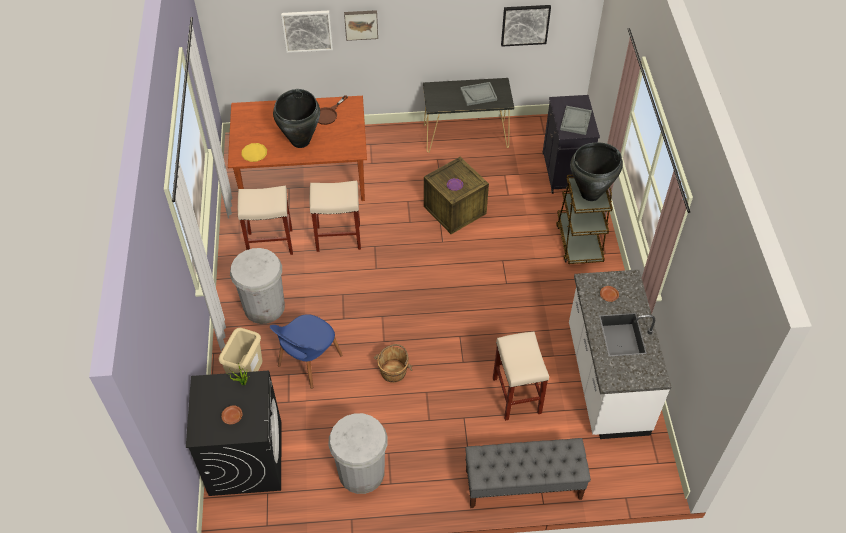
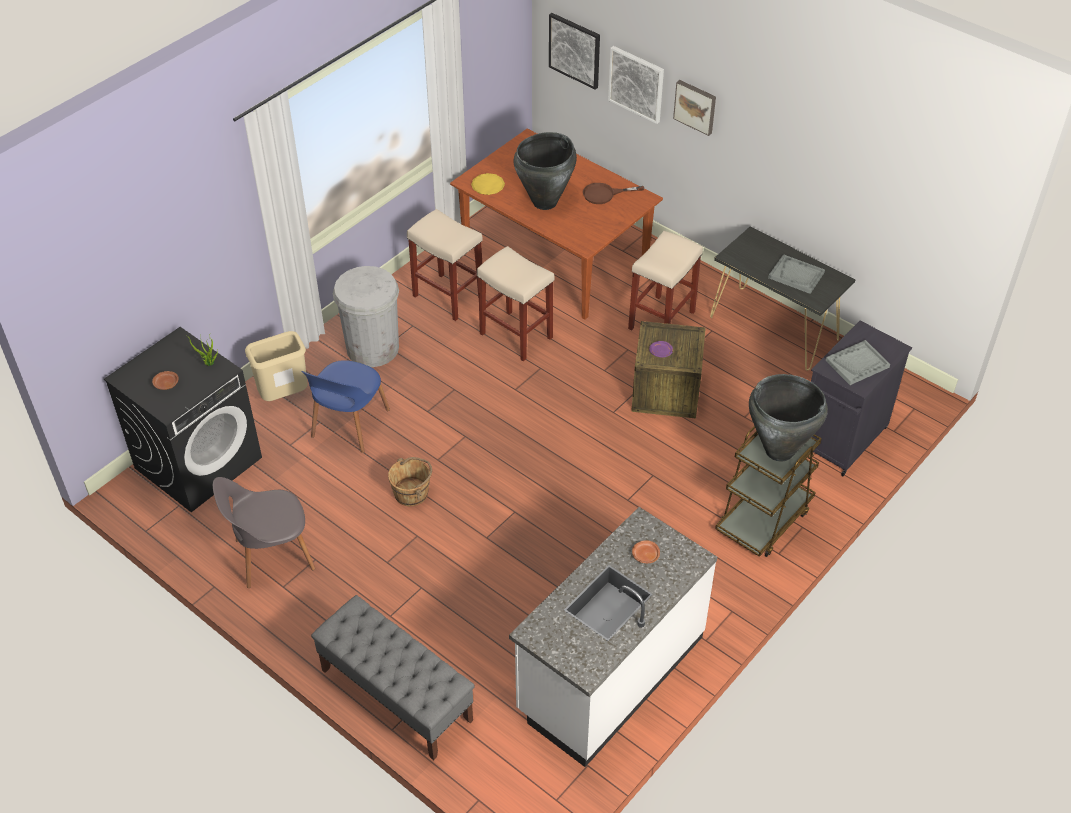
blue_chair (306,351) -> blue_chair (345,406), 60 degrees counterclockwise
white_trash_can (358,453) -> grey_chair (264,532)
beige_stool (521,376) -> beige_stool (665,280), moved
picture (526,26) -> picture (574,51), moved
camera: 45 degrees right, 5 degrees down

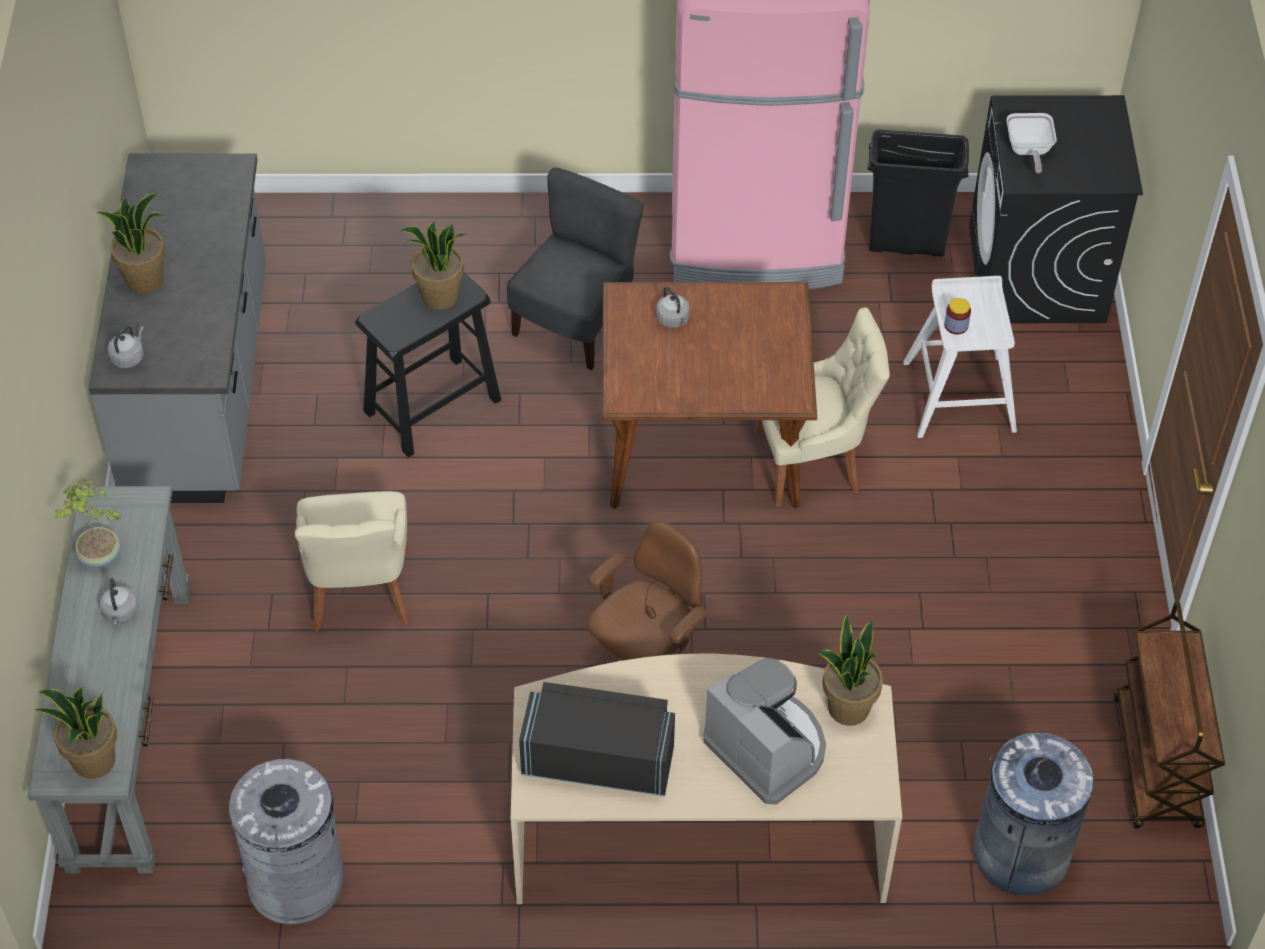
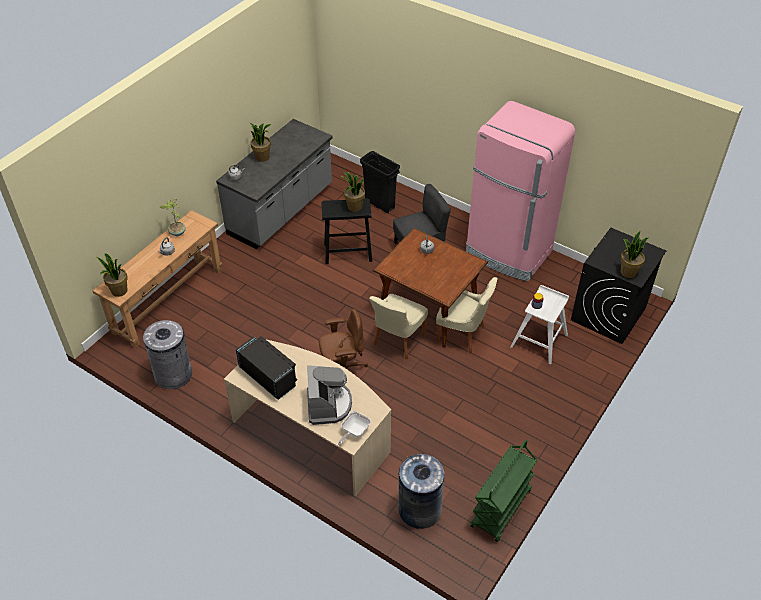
grey_console_table (109,680) -> brown_console_table (157,279)
beige_chair (352,561) -> beige_chair (398,326), moved
potted_plant (850,670) -> potted_plant (634,254), moved
black_trash_can (918,193) -> black_trash_can (380,182), moved
frying_pan (1032,143) -> frying_pan (354,428), moved
brown_cart (1169,715) -> green_cart (503,491)
camera: 35 degrees right, 5 degrees down

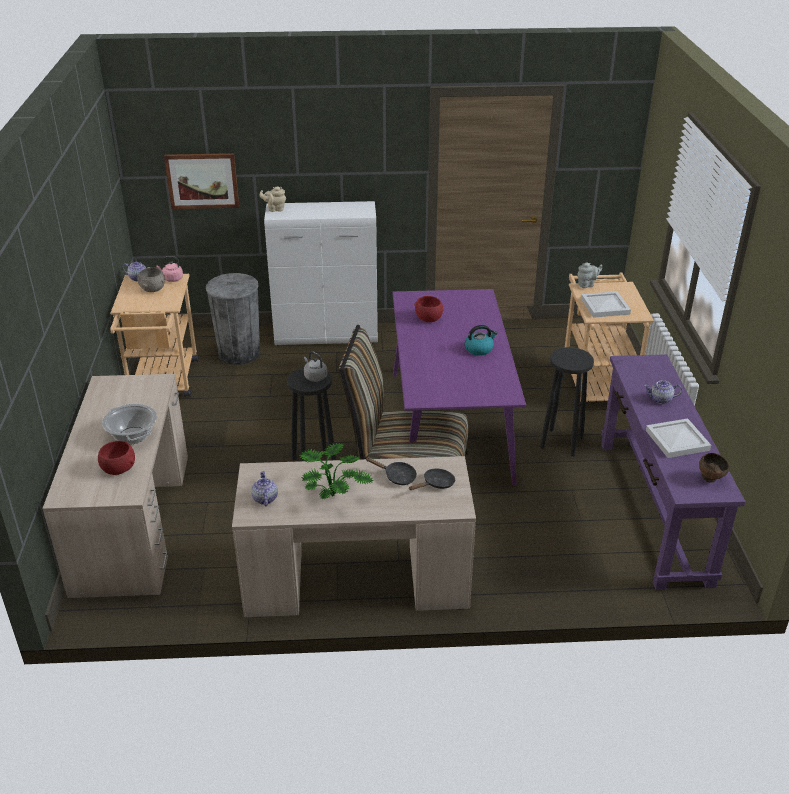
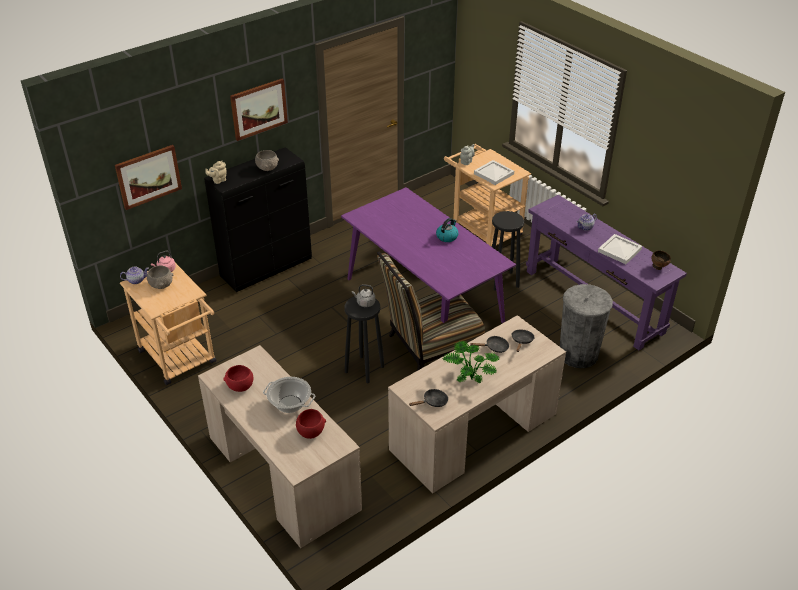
grey_trash_can (233,319) -> grey_trash_can (586,326), moved
teapot (264,488) -> black_frying_pan (428,398)
white_cabinet (321,273) -> black_cabinet (258,219)
red_bowl (428,309) -> red_bowl (238,378), moved
none -> picture (259,110)
none -> grey_bowl (267,160)
camera: 35 degrees left, 5 degrees up

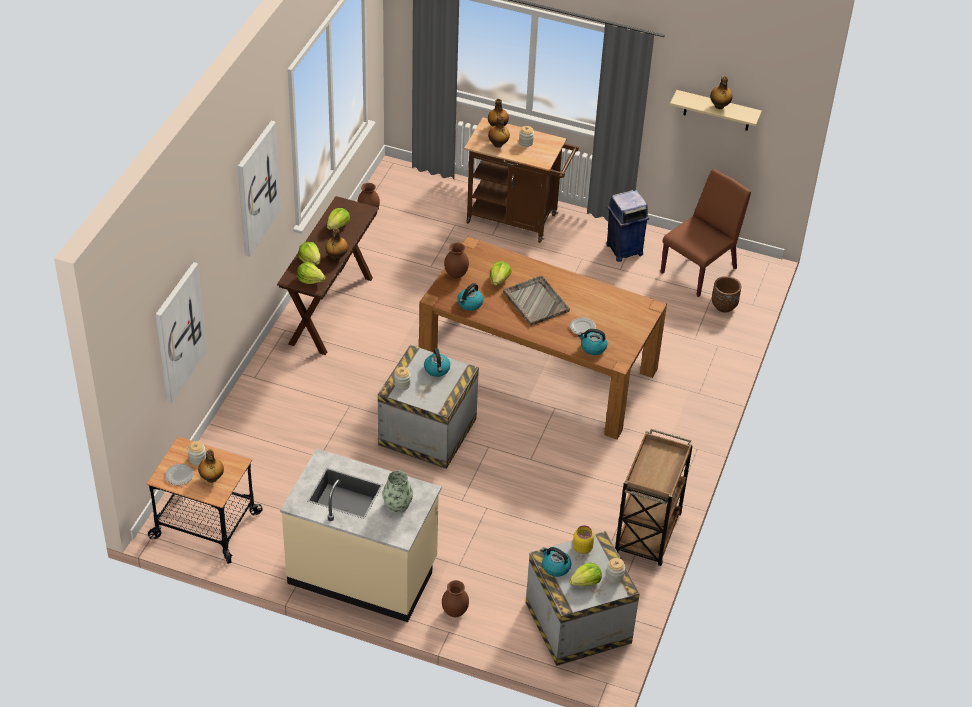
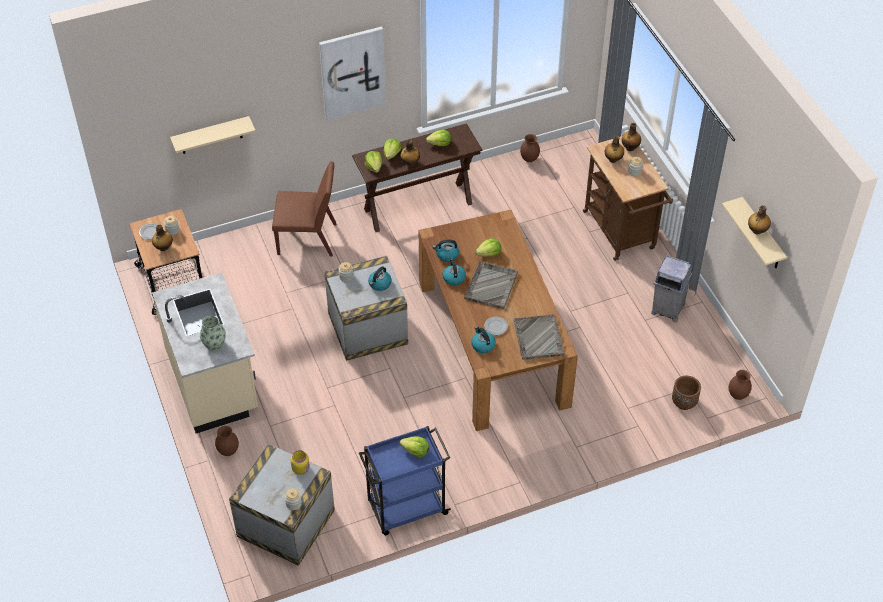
picture (181,332) -> beige_shelf (213,135)
brown_vase (456,260) -> brown_vase (740,385), moved
kettle (556,562) -> kettle (454,271), moved
lettuce (585,574) -> lettuce (414,447), moved
blue_trash_can (627,226) -> grey_trash_can (671,289)
brown_cart (654,497) -> blue_cart (405,480)
brown_chair (706,233) -> brown_chair (304,209), moved
none -> grey_tray (539,337)
camera: 50 degrees right, 5 degrees up

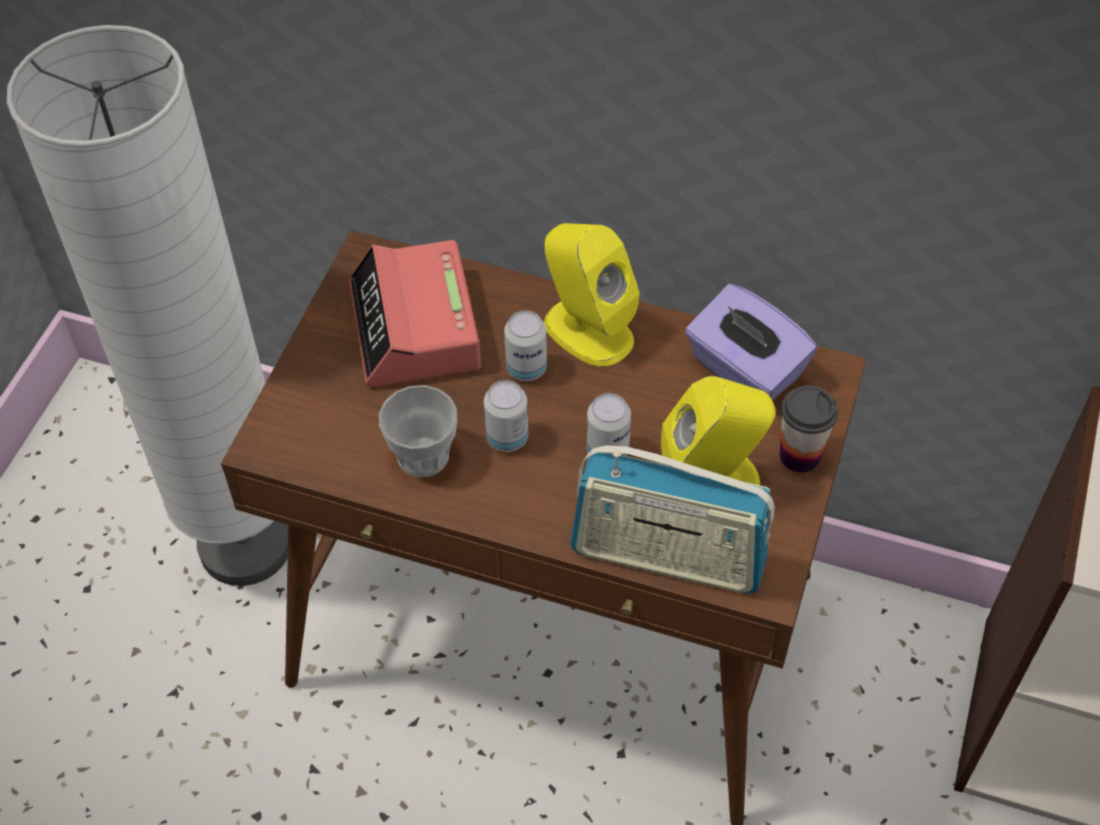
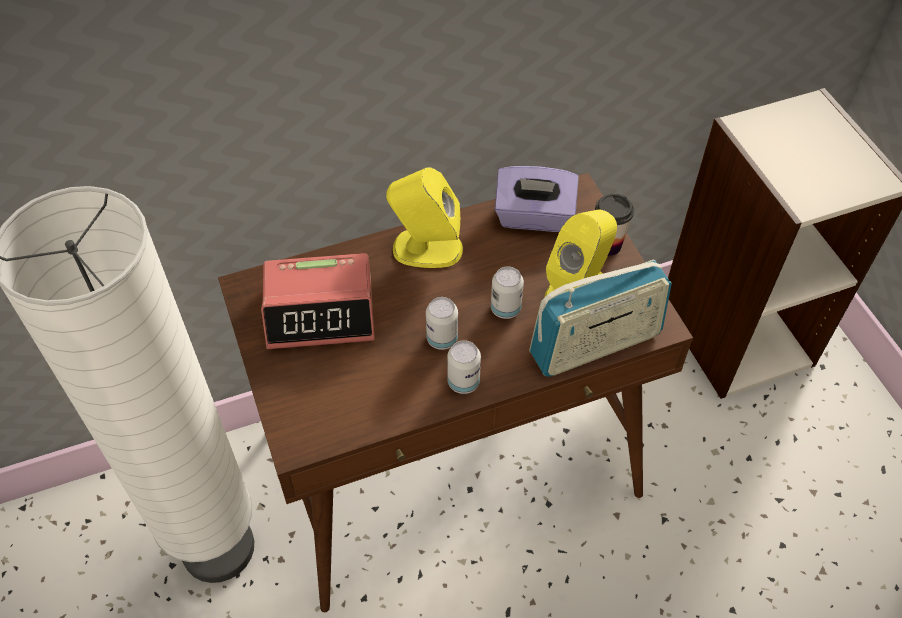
alarm_clock (415,313) -> alarm_clock (318,301), 45 degrees counterclockwise
cup (418,431) -> none
can (525,346) -> can (464,367), moved
camera: 40 degrees left, 0 degrees up

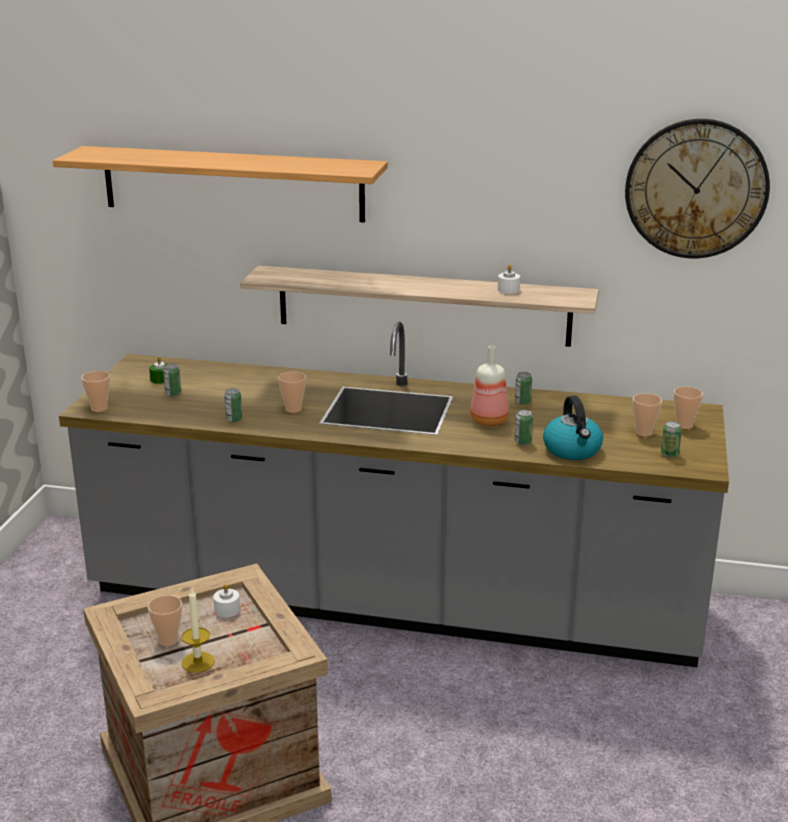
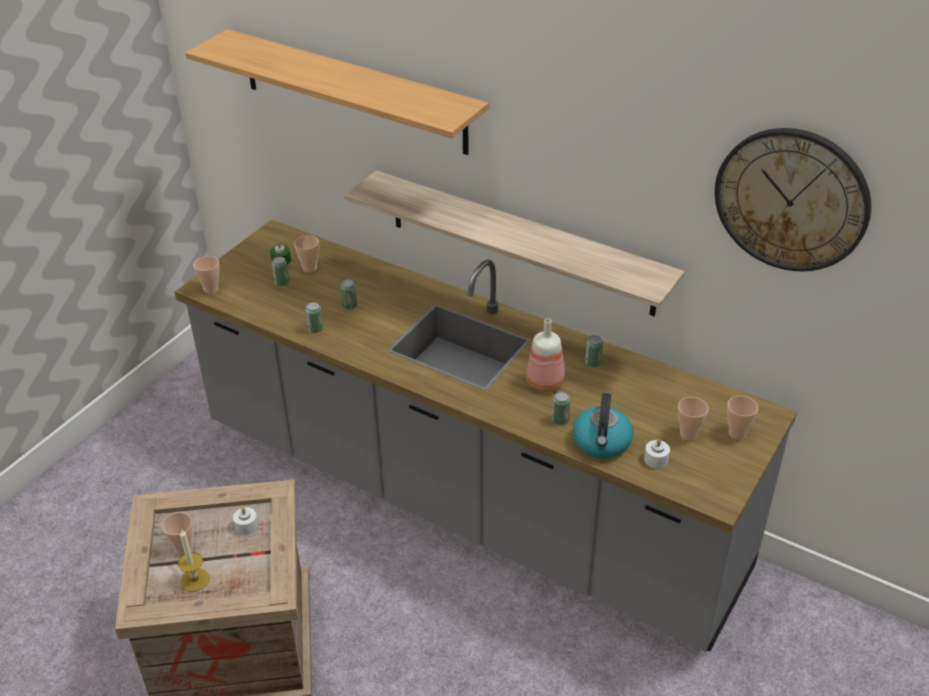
cup (292,392) -> cup (306,254), moved
white_candle (509,279) -> white_candle (657,454), moved
can (671,439) -> can (348,294), moved
camera: 20 degrees right, 15 degrees up

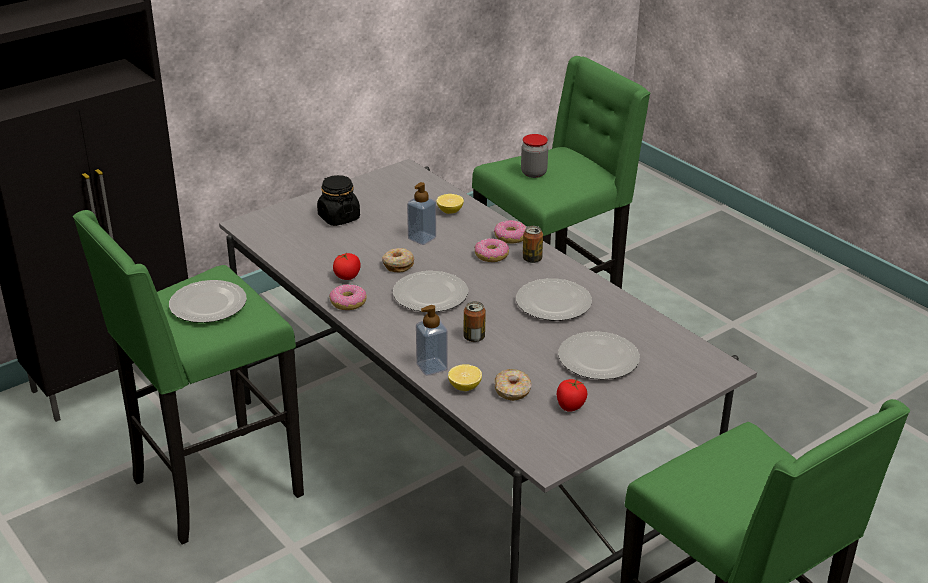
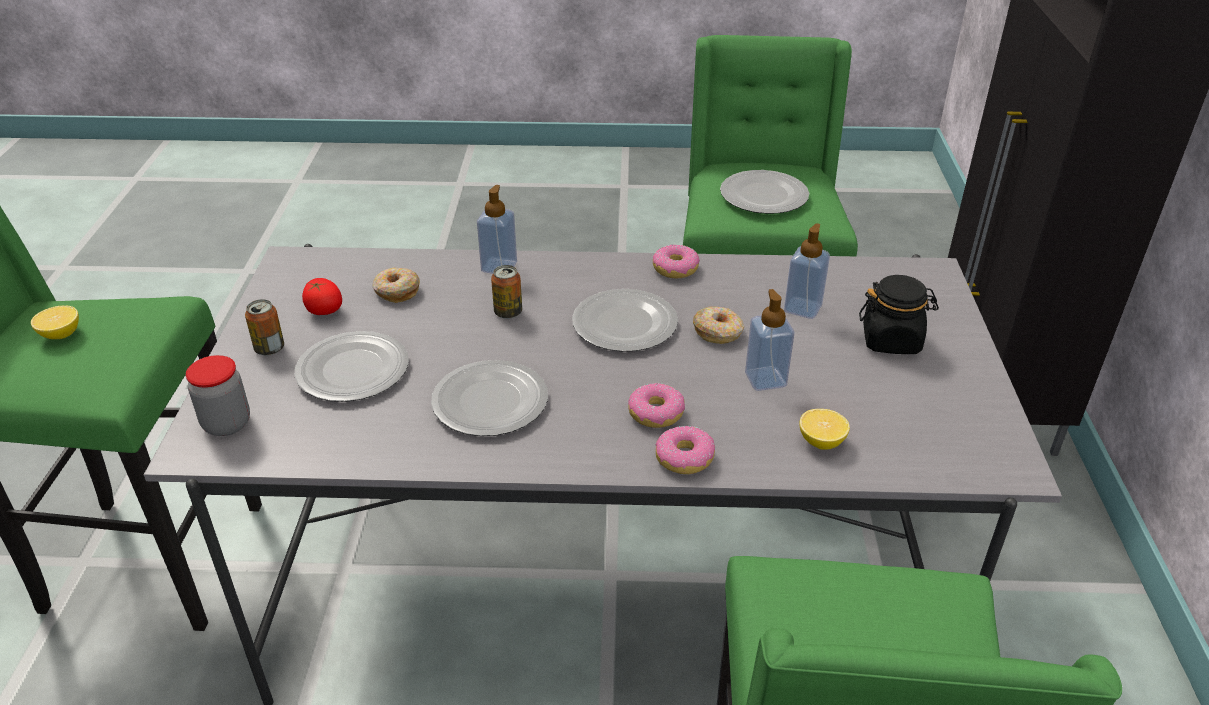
tomato (347,266) -> none
lemon (465,377) -> lemon (55,322), moved
jar (534,156) -> jar (218,395), moved
can (533,244) -> can (264,327), moved
none -> soap_dispenser (807,271)
camera: 130 degrees right, 5 degrees up

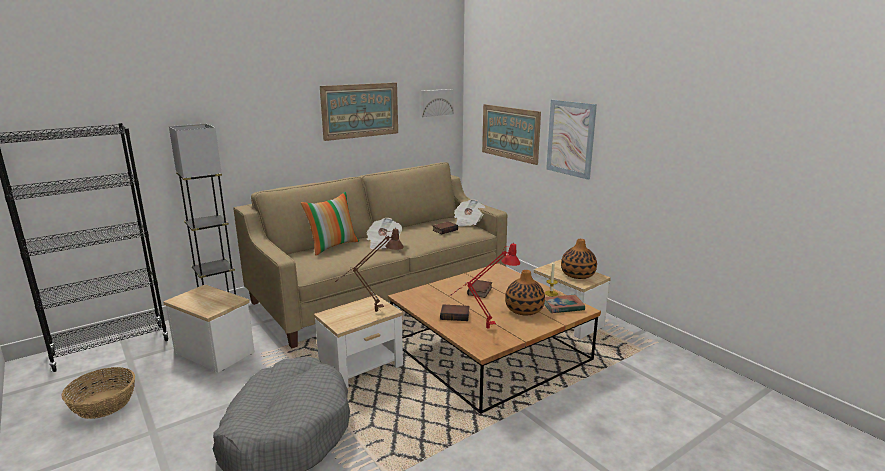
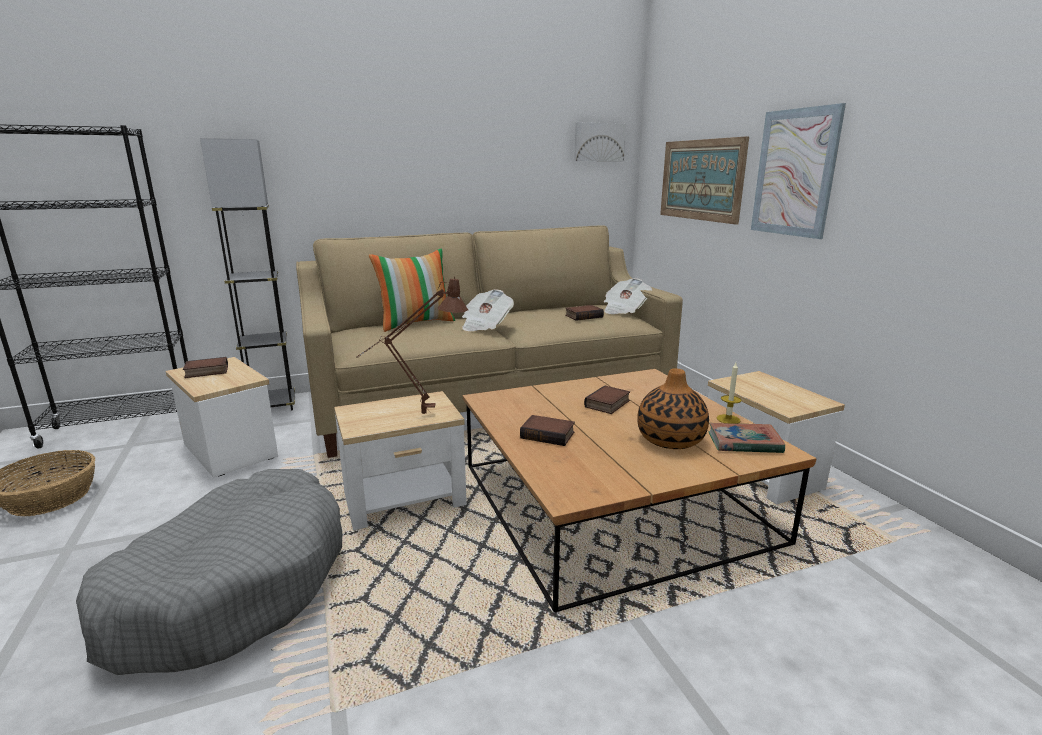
picture (359,112) -> none
red_table_lamp (484,286) -> none
vase (579,259) -> none
none -> book (205,367)
camera: 15 degrees right, 0 degrees up

